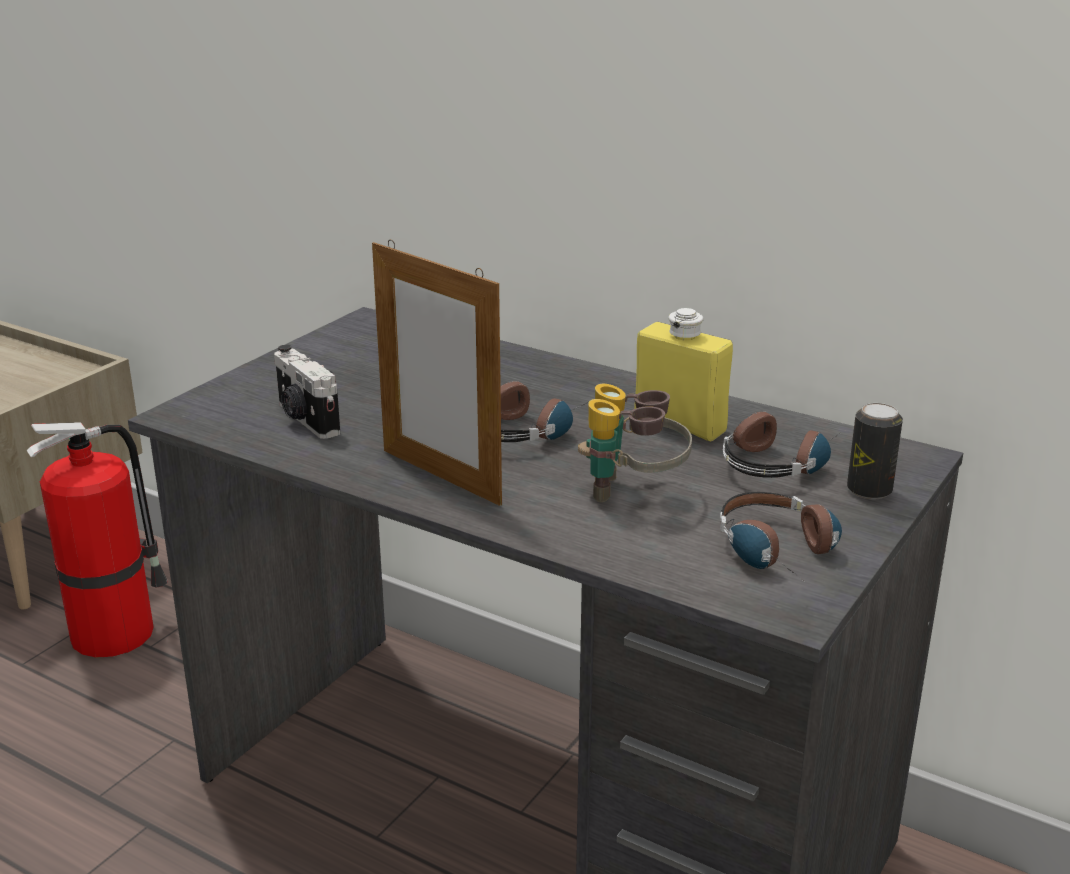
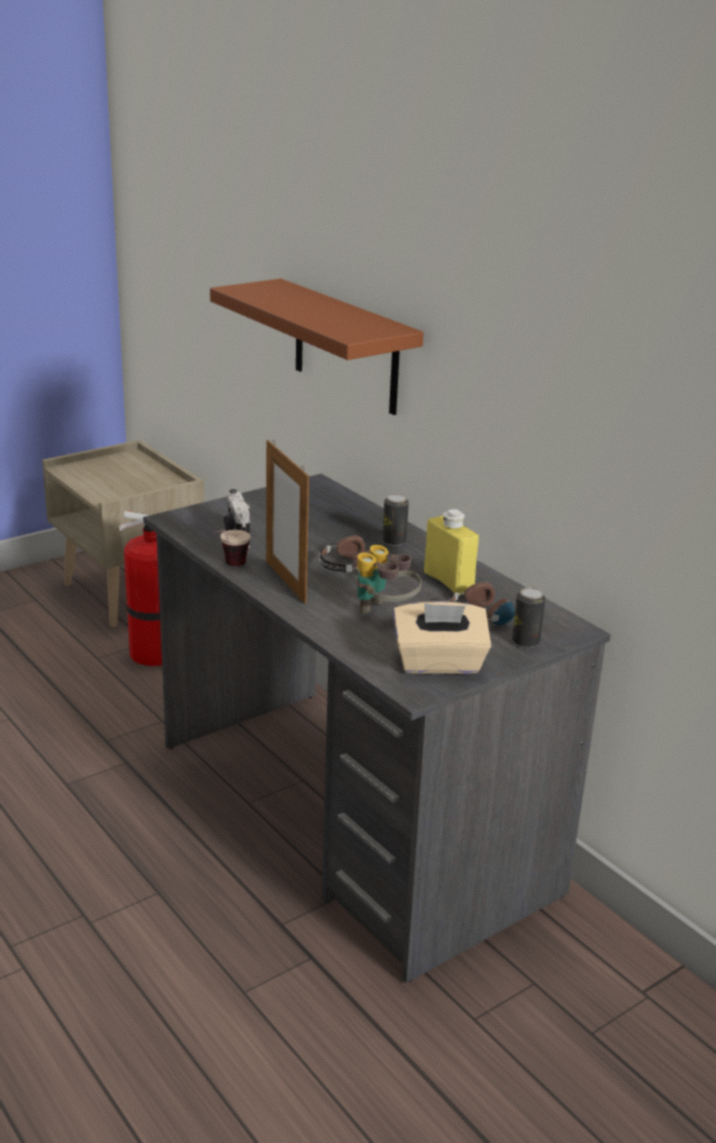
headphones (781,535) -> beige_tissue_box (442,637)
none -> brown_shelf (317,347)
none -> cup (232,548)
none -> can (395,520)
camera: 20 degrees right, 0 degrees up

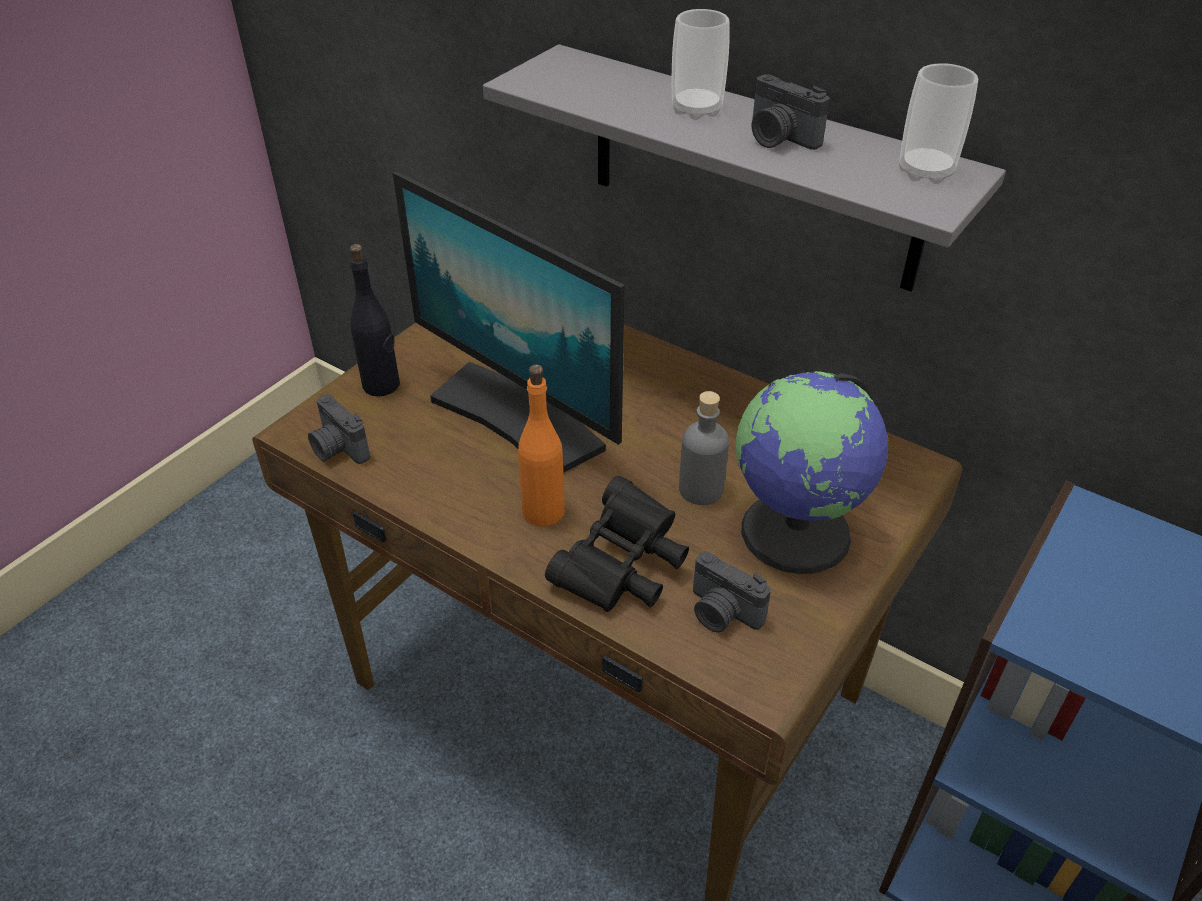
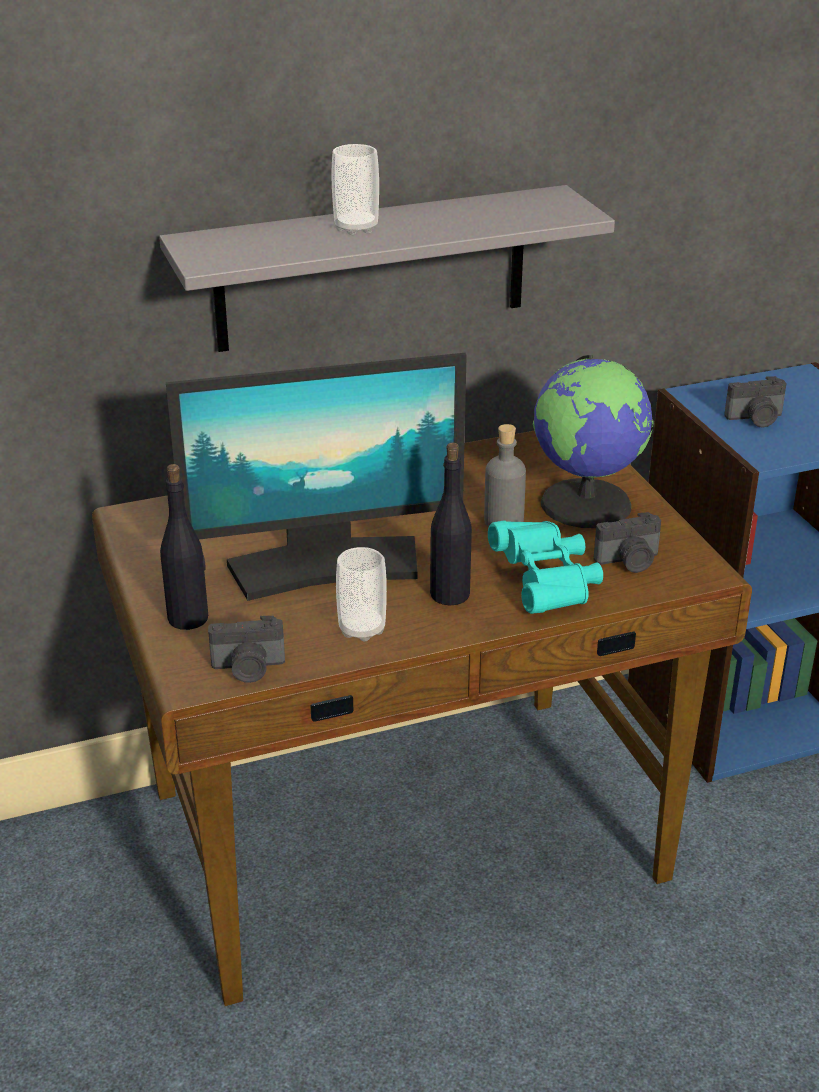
orange_bottle (541,445) -> black_bottle (451,524)
black_binoculars (617,544) -> turquoise_binoculars (545,567)
photo_camera (791,112) -> photo_camera (755,401), moved
cup (938,123) -> cup (361,594), moved
camera: 55 degrees left, 10 degrees down

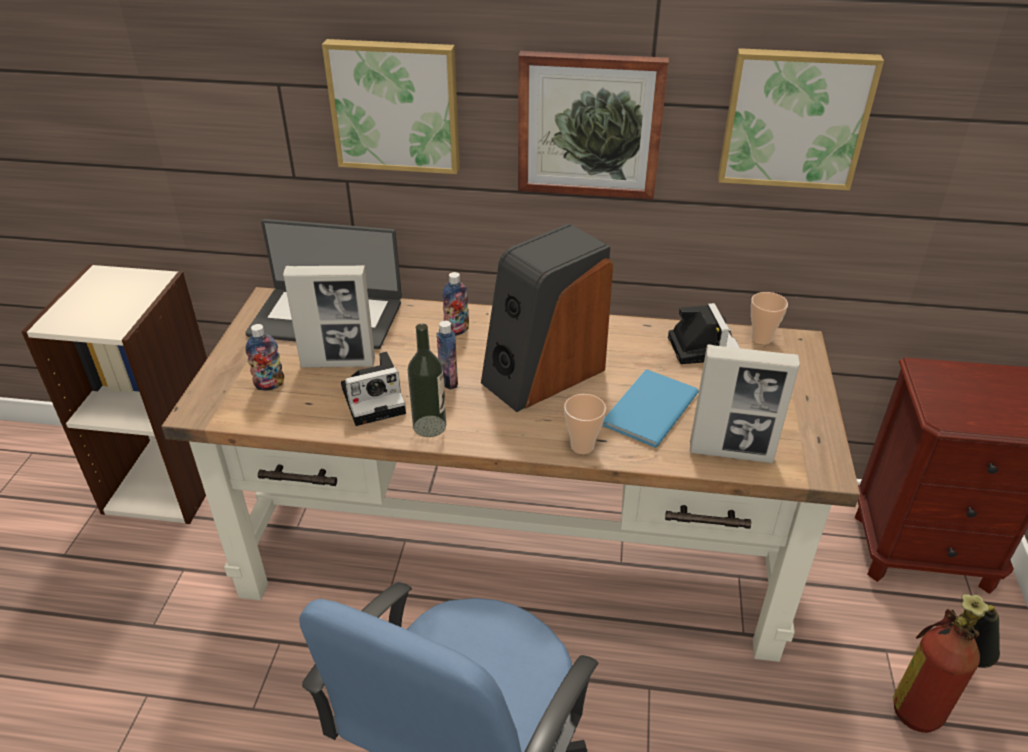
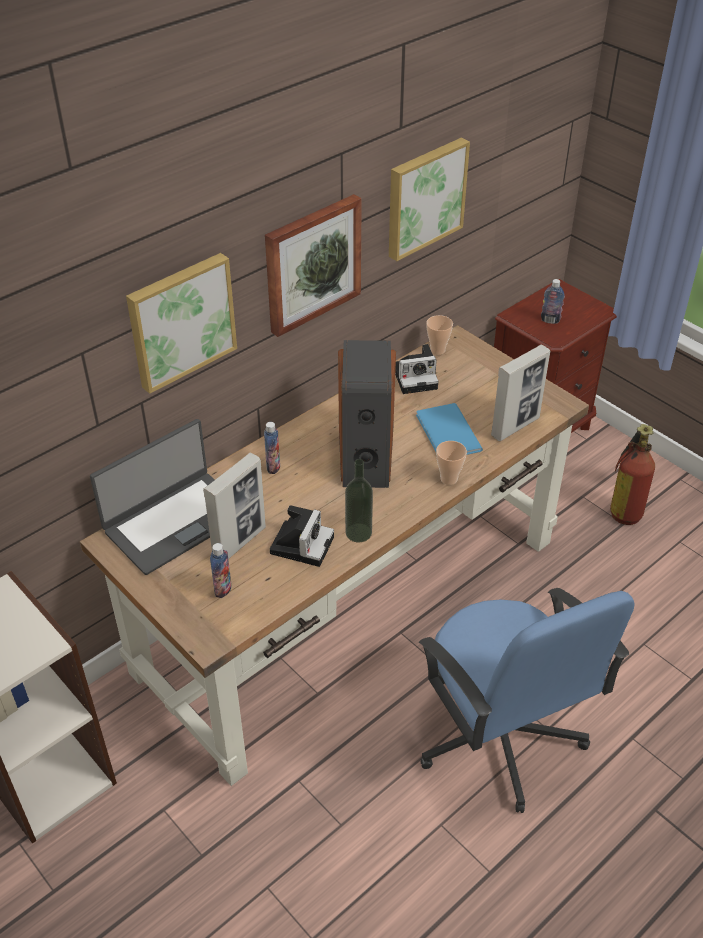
bottle (447,355) -> bottle (553,301), moved
photo_camera (704,333) -> photo_camera (417,369), 135 degrees clockwise
camera: 50 degrees left, 5 degrees up

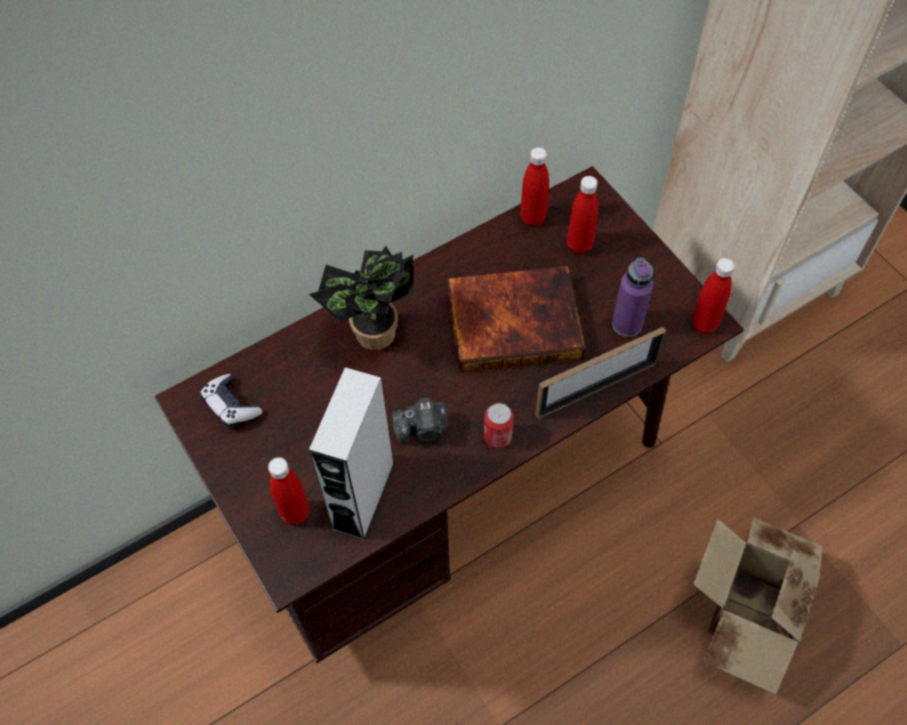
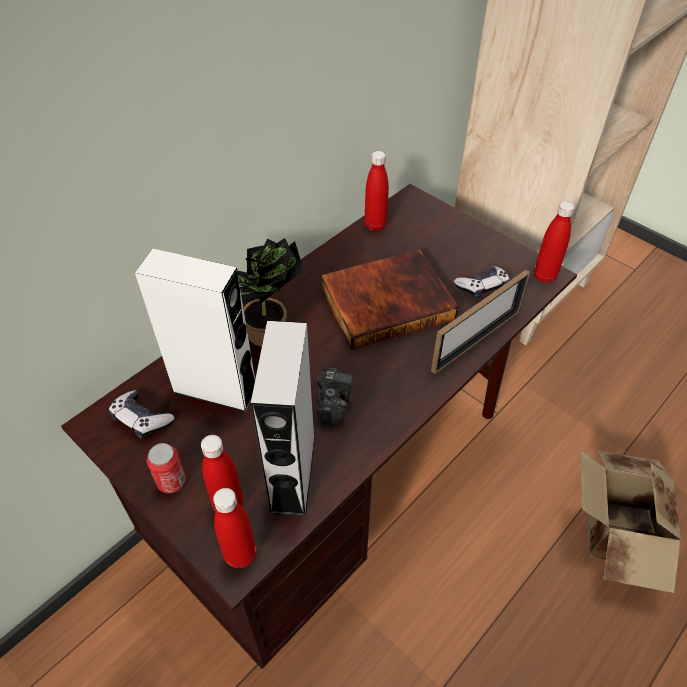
photo_camera (420,421) -> photo_camera (335,397), 60 degrees counterclockwise
can (499,425) -> can (166,468), moved
red_bottle (582,215) -> red_bottle (234,528), moved
purple_bottle (633,297) -> game_controller (482,282)
none -> white_speaker (195,330)
camera: 15 degrees left, 10 degrees down

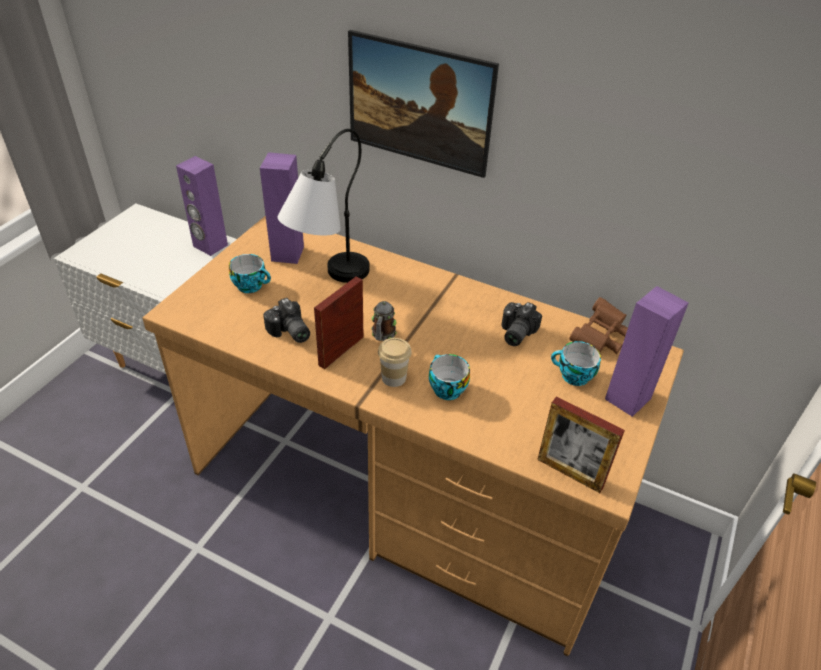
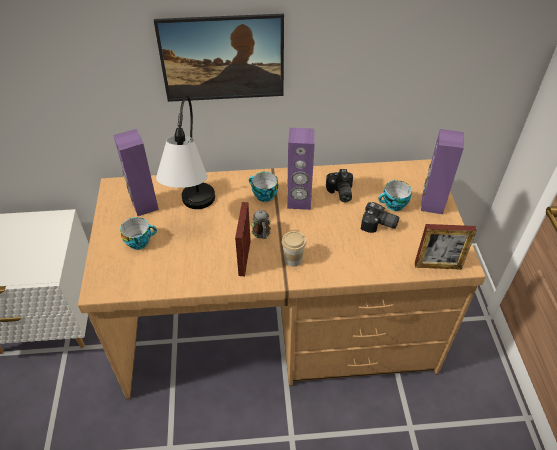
purple_speaker (202,206) -> purple_speaker (301,169), moved
photo_camera (286,320) -> photo_camera (380,217), moved
cup (449,377) -> cup (264,187), moved
brown_binoculars (598,325) -> none
camera: 30 degrees left, 5 degrees up

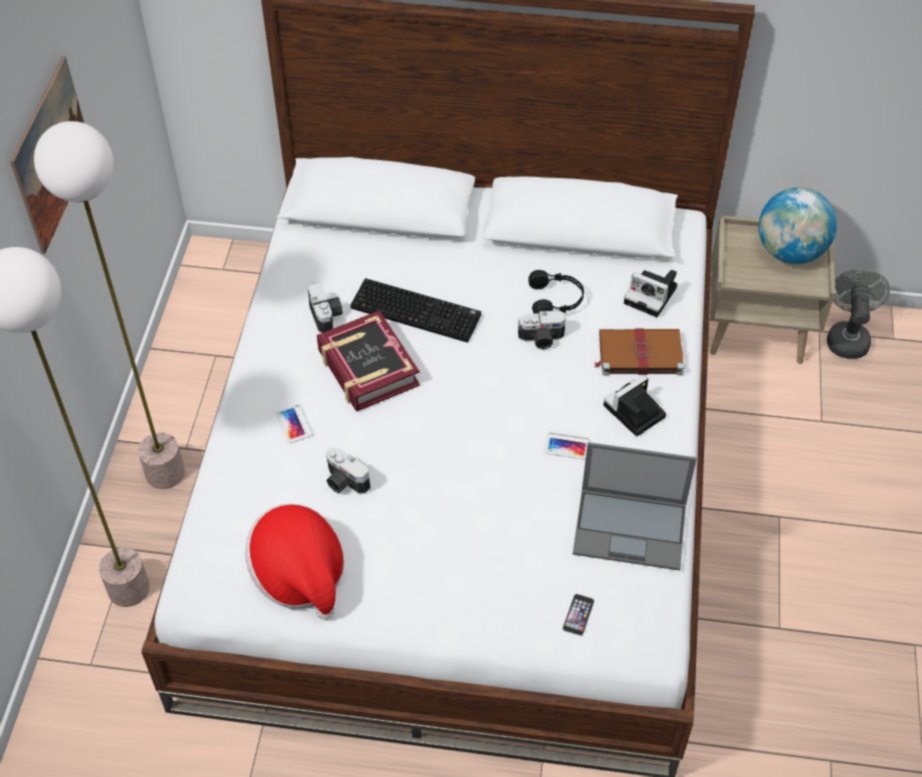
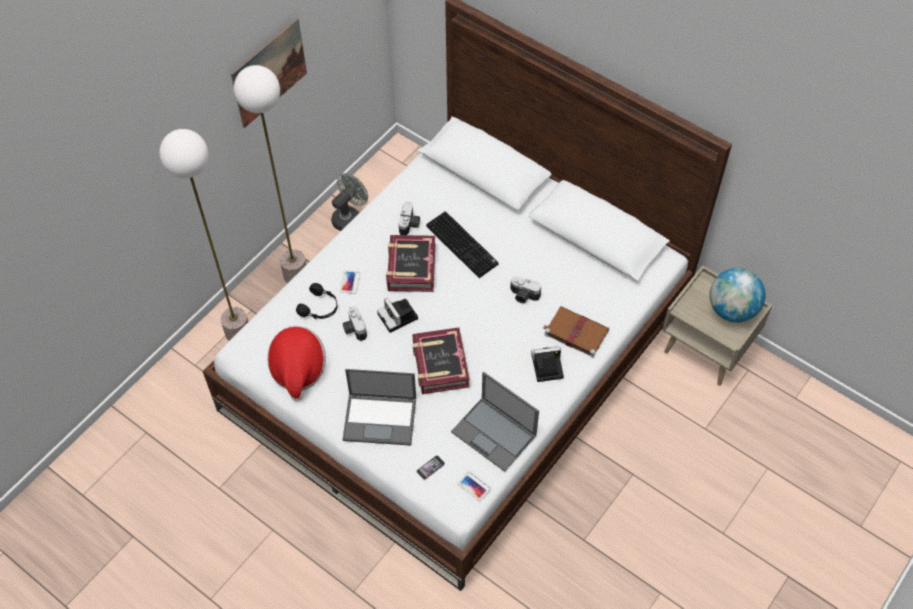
black_headphones (556,292) -> black_headphones (316,301), moved
phone (567,446) -> phone (474,486), moved
photo_camera (650,293) -> photo_camera (397,315), moved
grey_fan (858,314) -> grey_fan (349,202), moved
none -> laptop (379,407)
none -> book (441,360)
camera: 30 degrees right, 5 degrees up

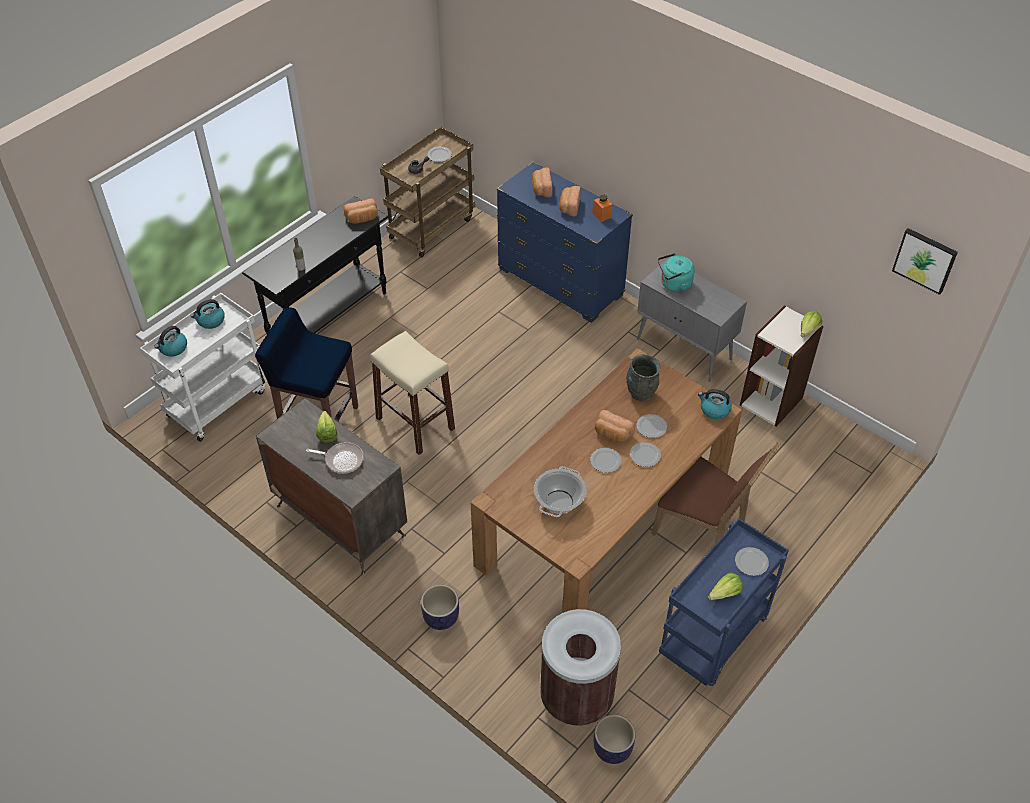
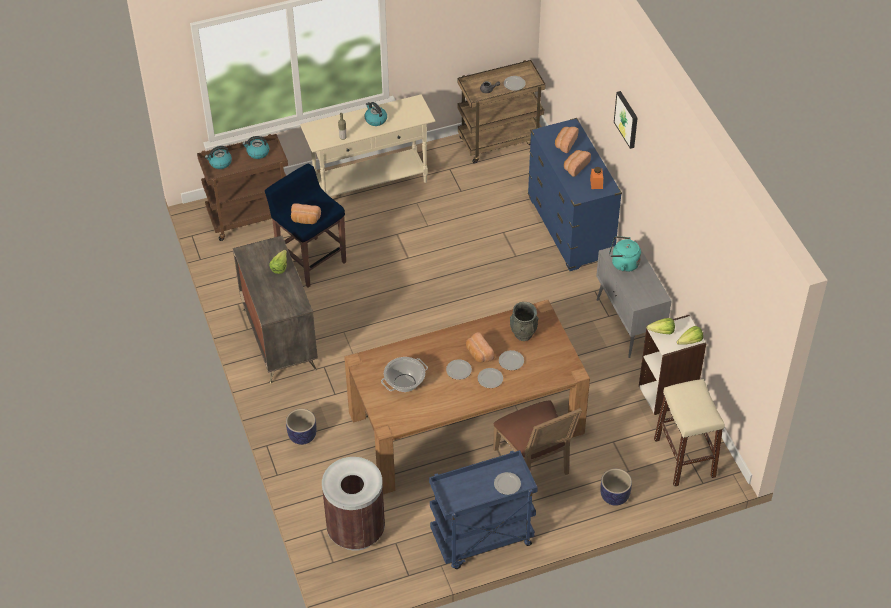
white_cart (203,367) -> brown_cart (242,187)
black_console_table (315,265) -> beige_console_table (367,145)
frying_pan (335,458) -> none
bread (361,211) -> bread (306,213), moved
beige_stool (412,393) -> beige_stool (689,433), moved
planter (614,739) -> planter (616,487), moved
kettle (715,404) -> kettle (376,114), moved
lettuce (725,586) -> lettuce (660,326), moved
picture (925,261) -> picture (626,120), moved
camera: 30 degrees right, 0 degrees up

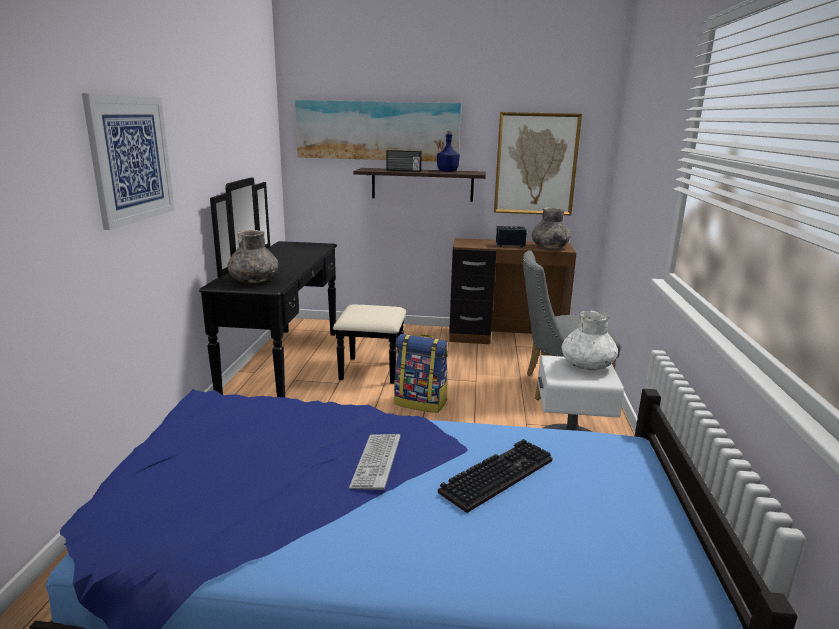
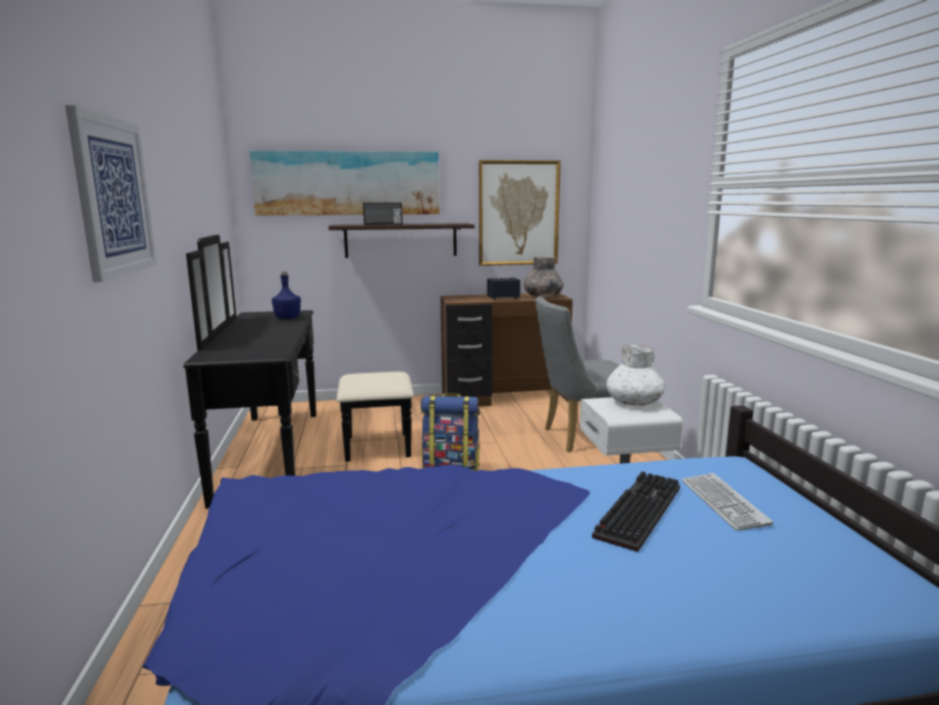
grey_vase (252,256) -> none
keyboard (374,462) -> keyboard (727,502), moved
blue_bottle (448,151) -> blue_bottle (286,295), moved
camera: 15 degrees left, 5 degrees down

